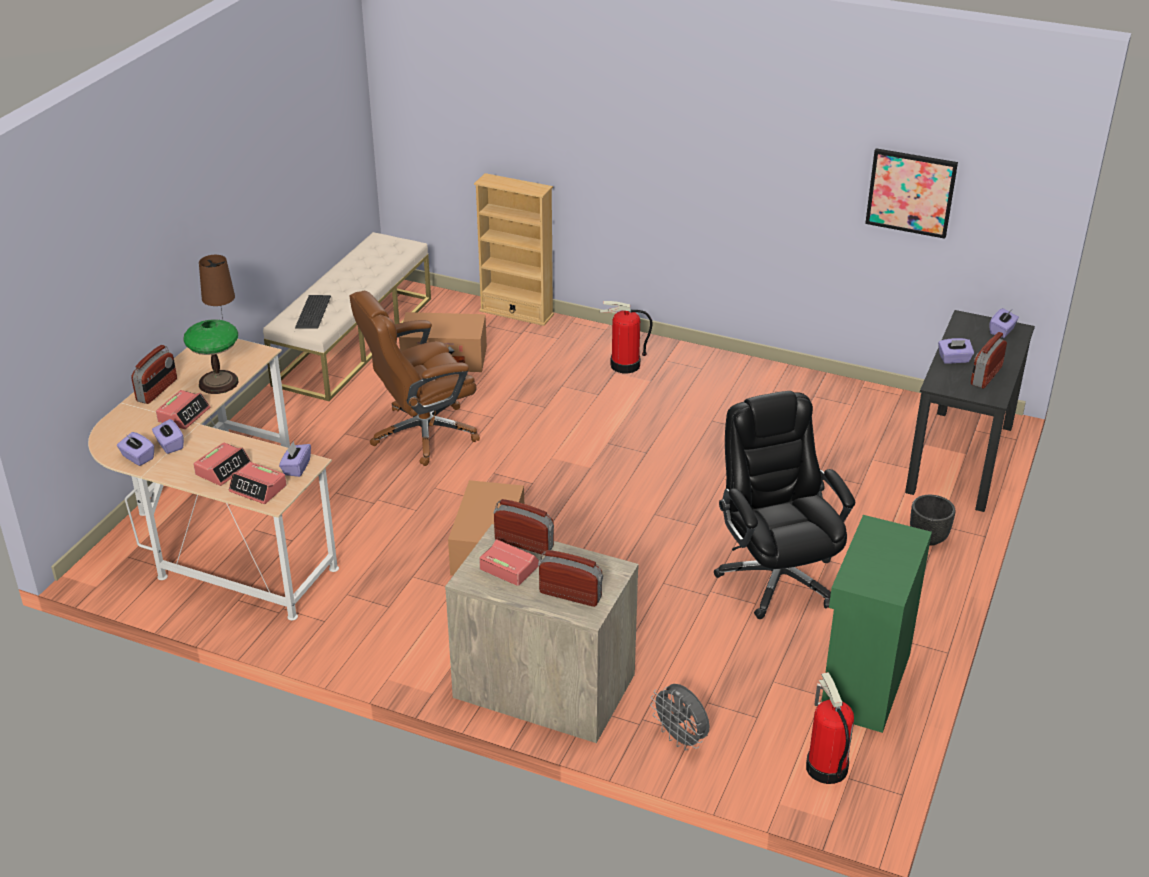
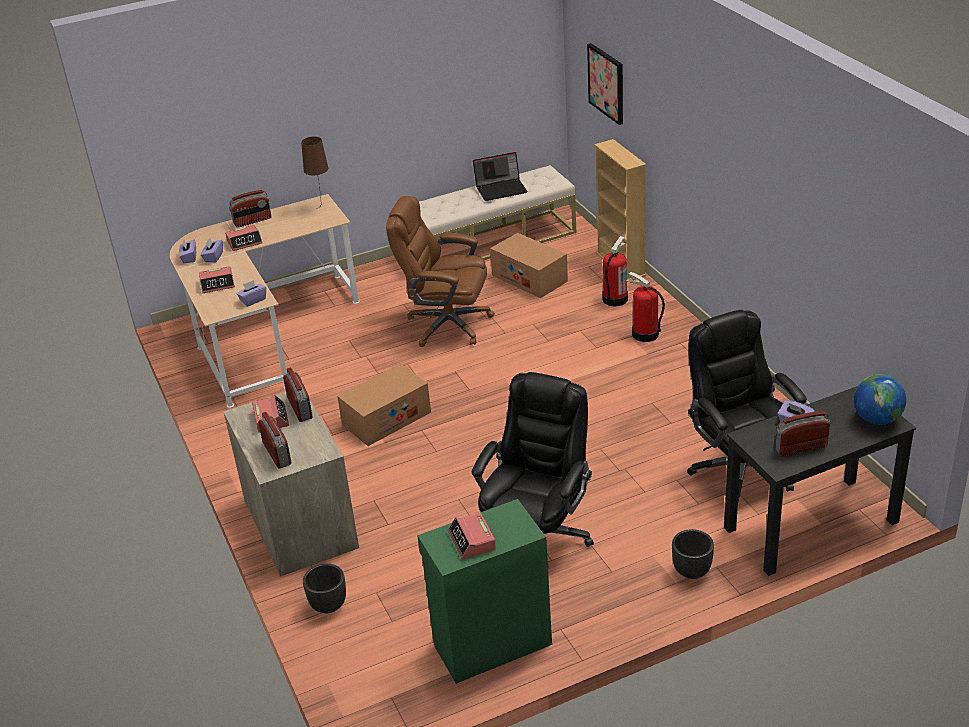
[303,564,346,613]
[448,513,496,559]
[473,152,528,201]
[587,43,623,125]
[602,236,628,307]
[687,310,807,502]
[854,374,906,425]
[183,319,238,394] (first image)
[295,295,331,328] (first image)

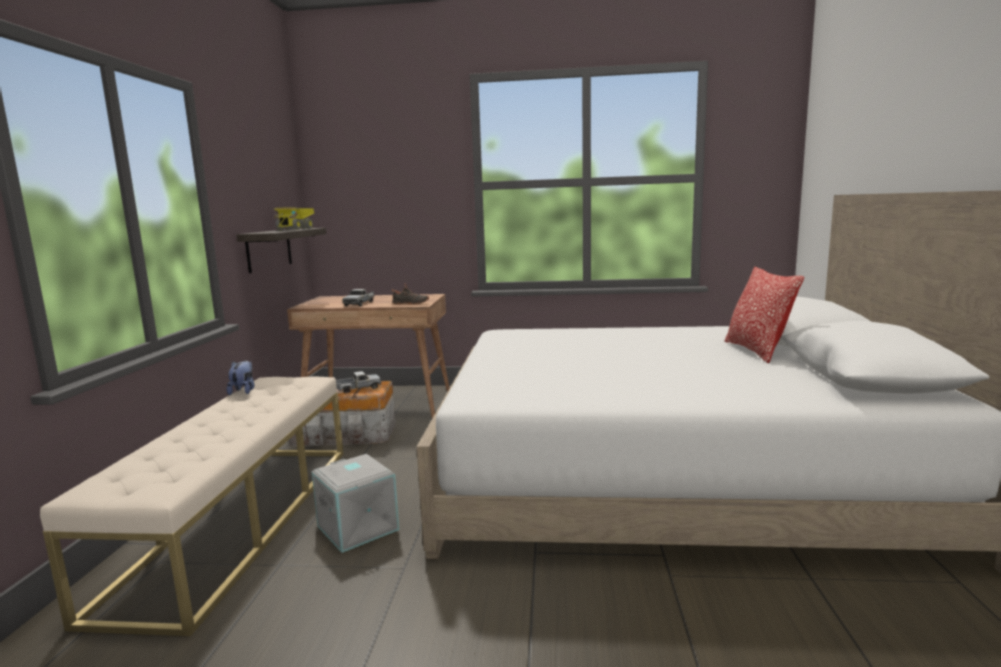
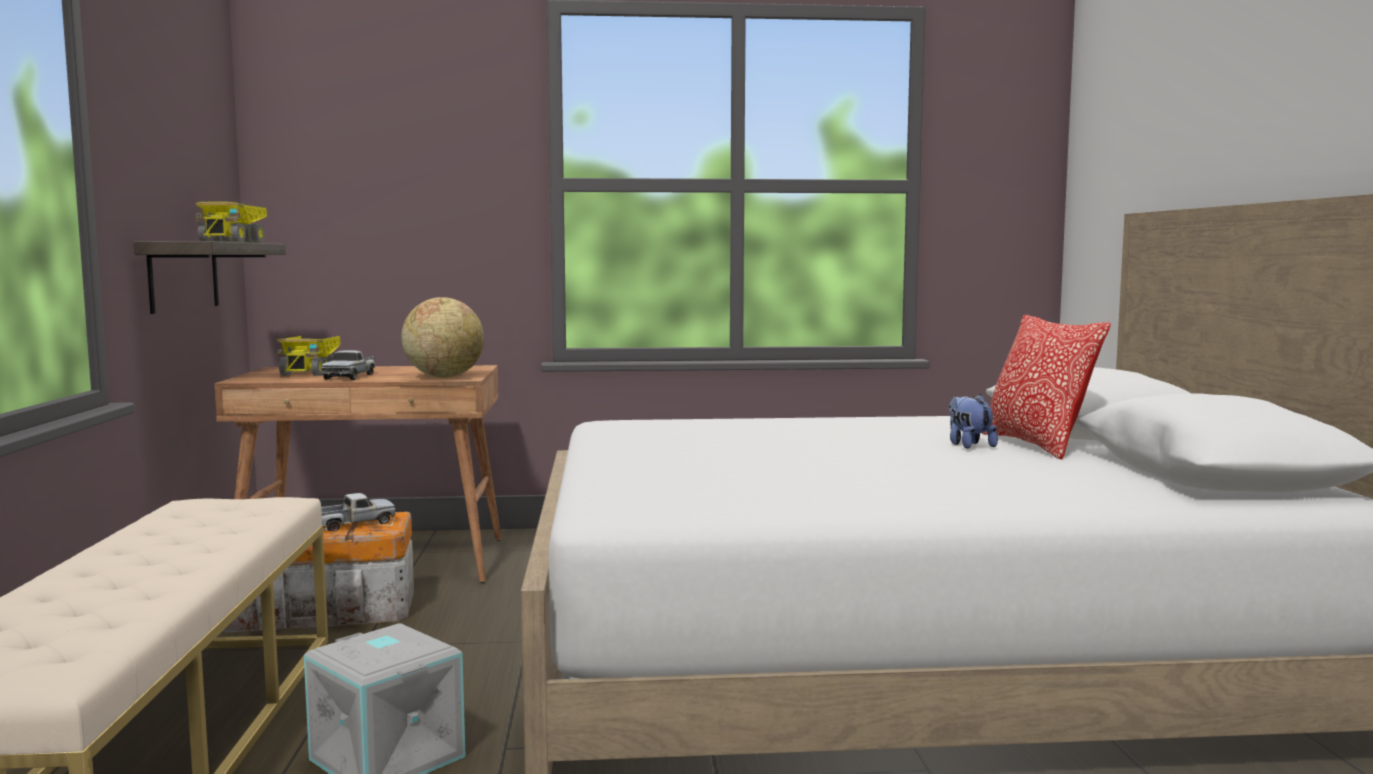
[276,336,341,376]
[401,297,484,378]
[949,394,998,449]

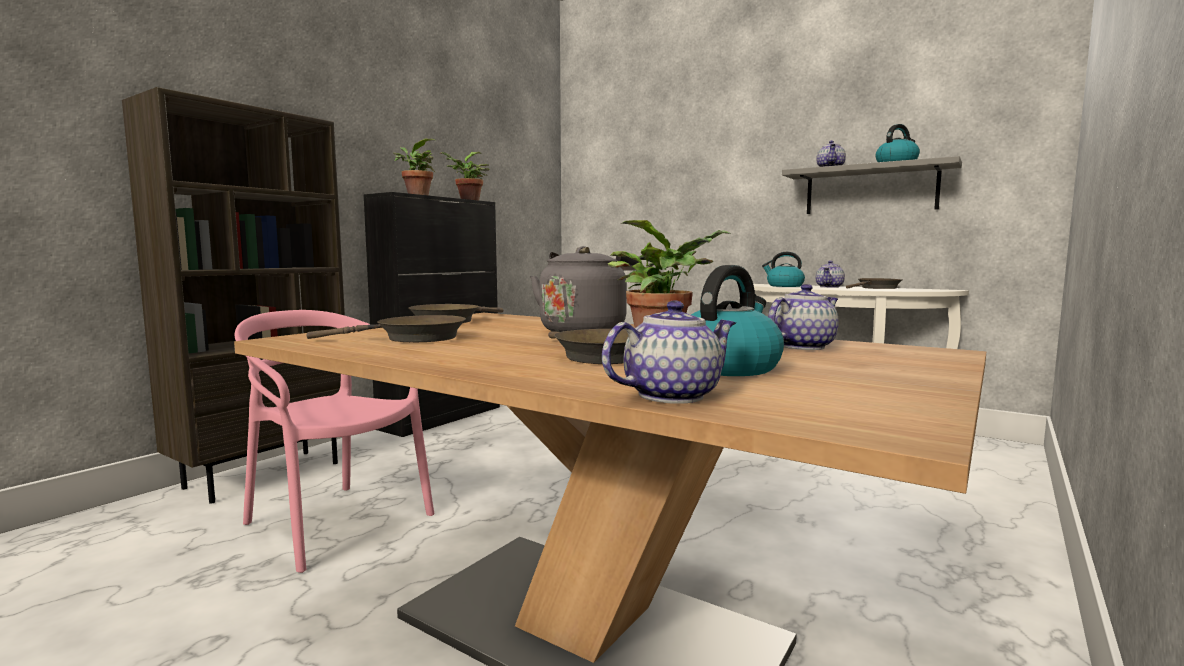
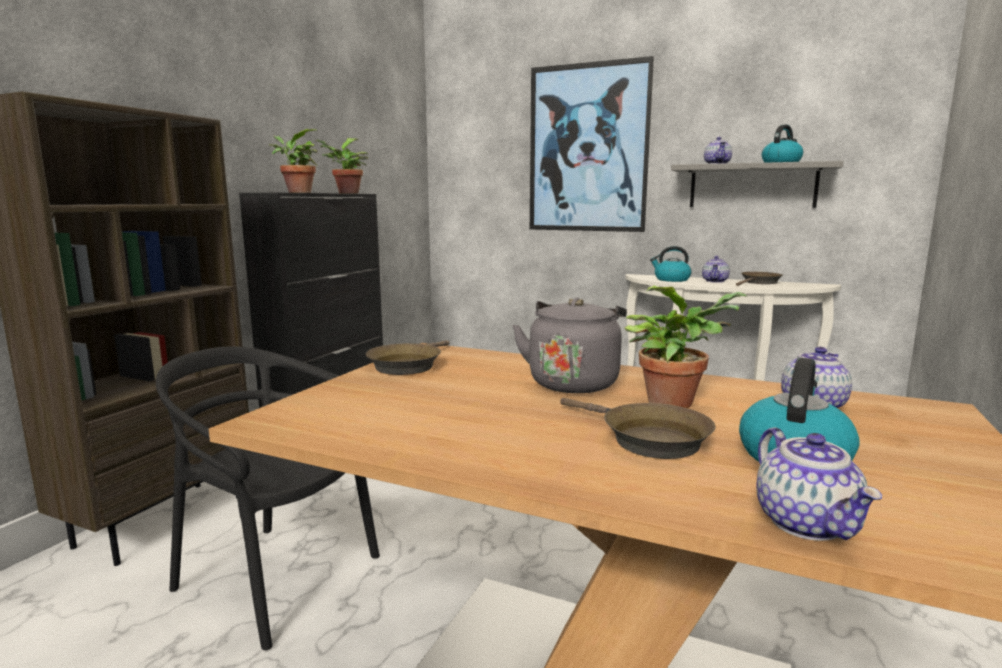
[156,346,380,650]
[530,56,654,232]
[756,427,882,541]
[307,315,466,342] (first image)

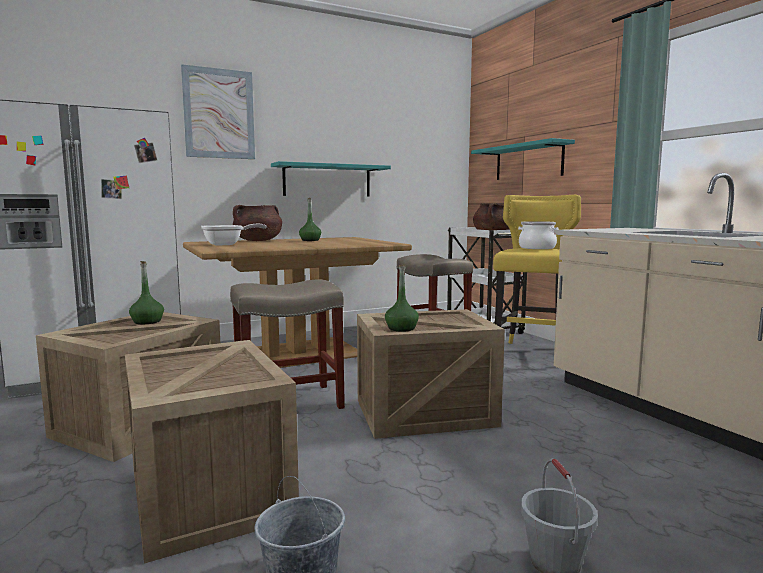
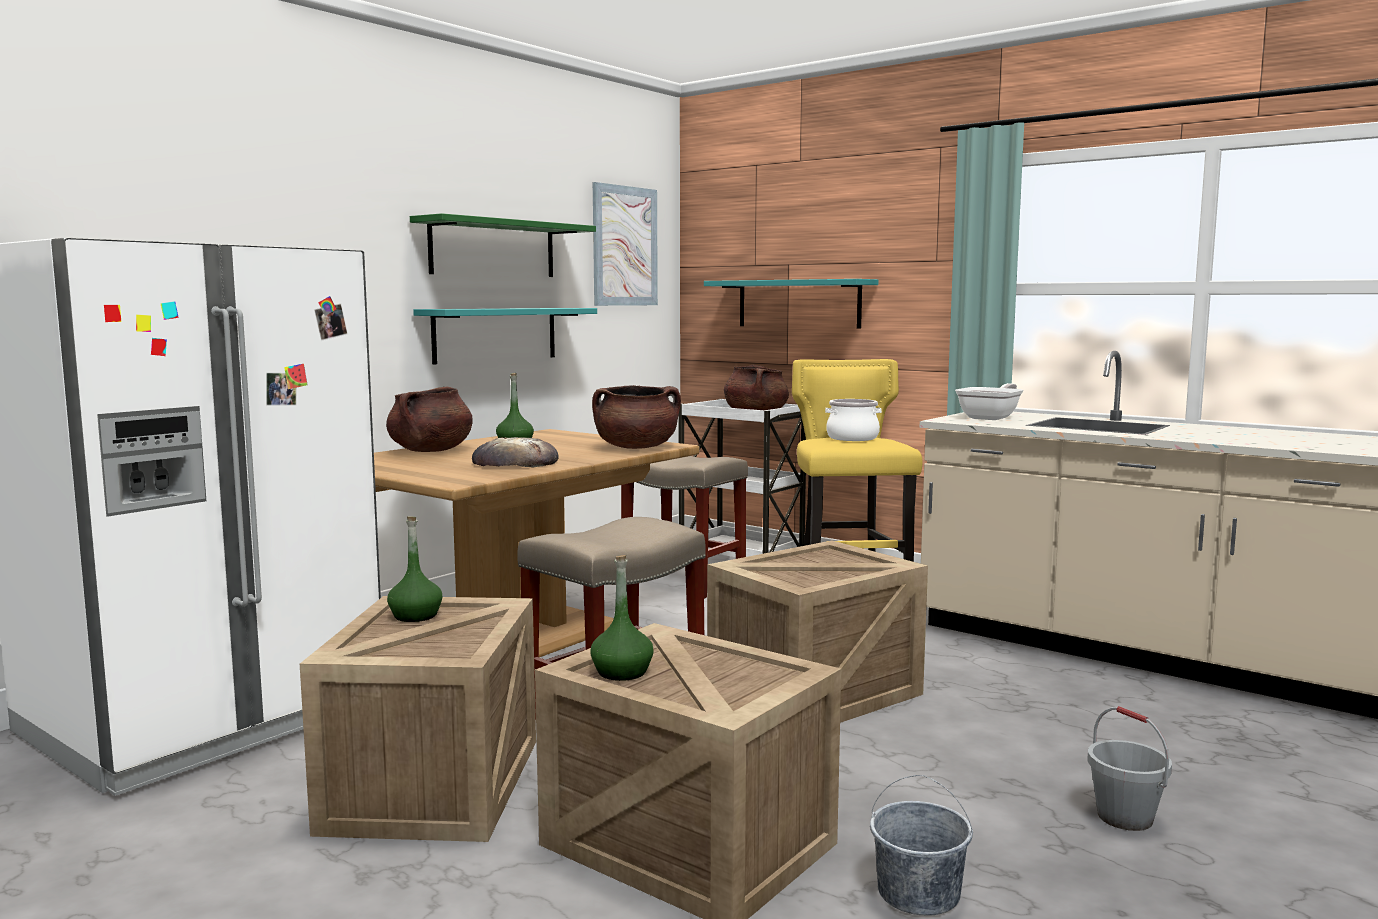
[410,213,596,277]
[472,437,559,468]
[590,555,653,681]
[592,385,681,449]
[593,182,658,306]
[955,383,1023,420]

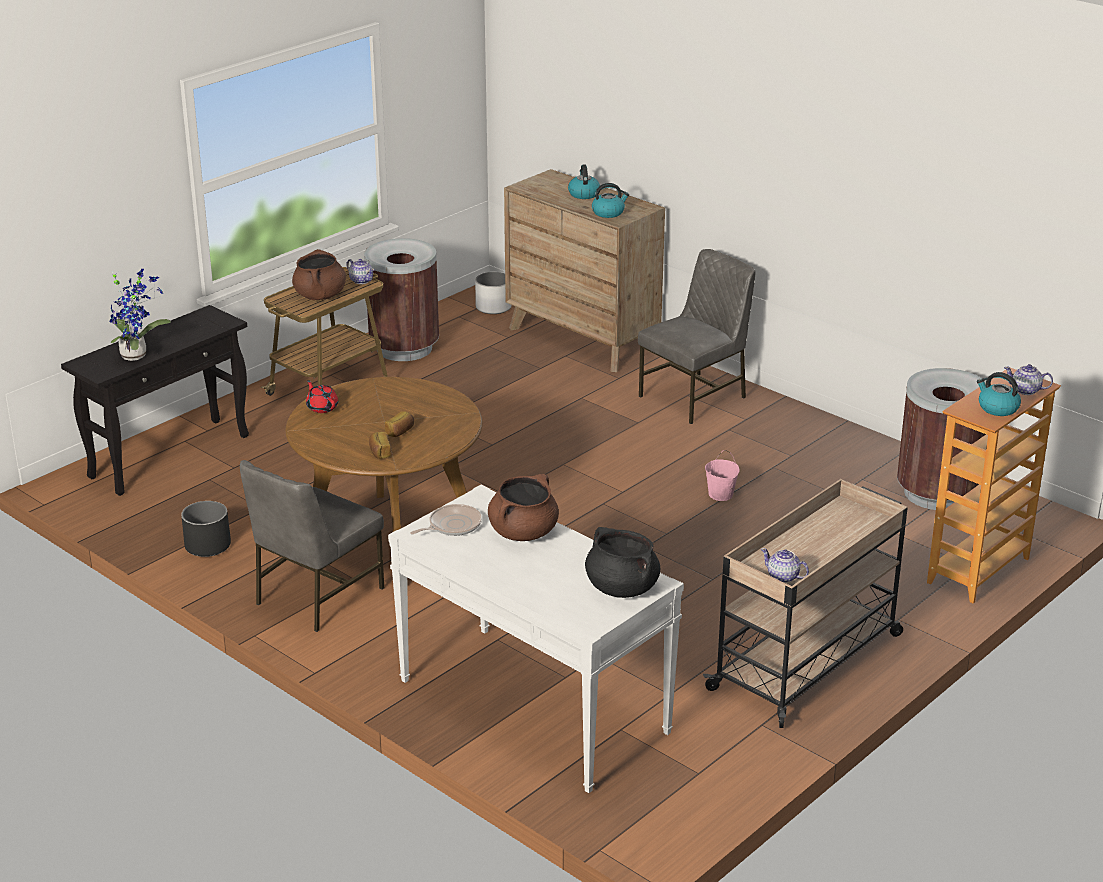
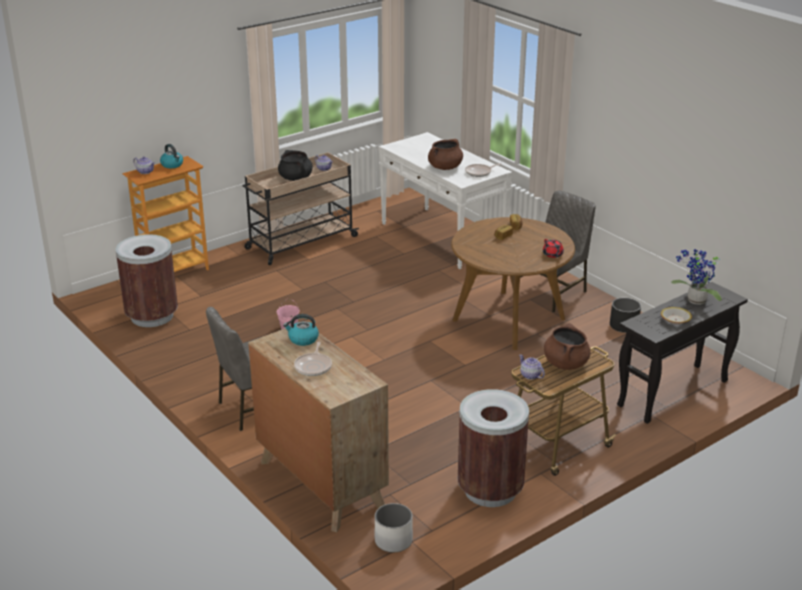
[278,150,313,181]
[294,342,332,376]
[661,307,692,325]

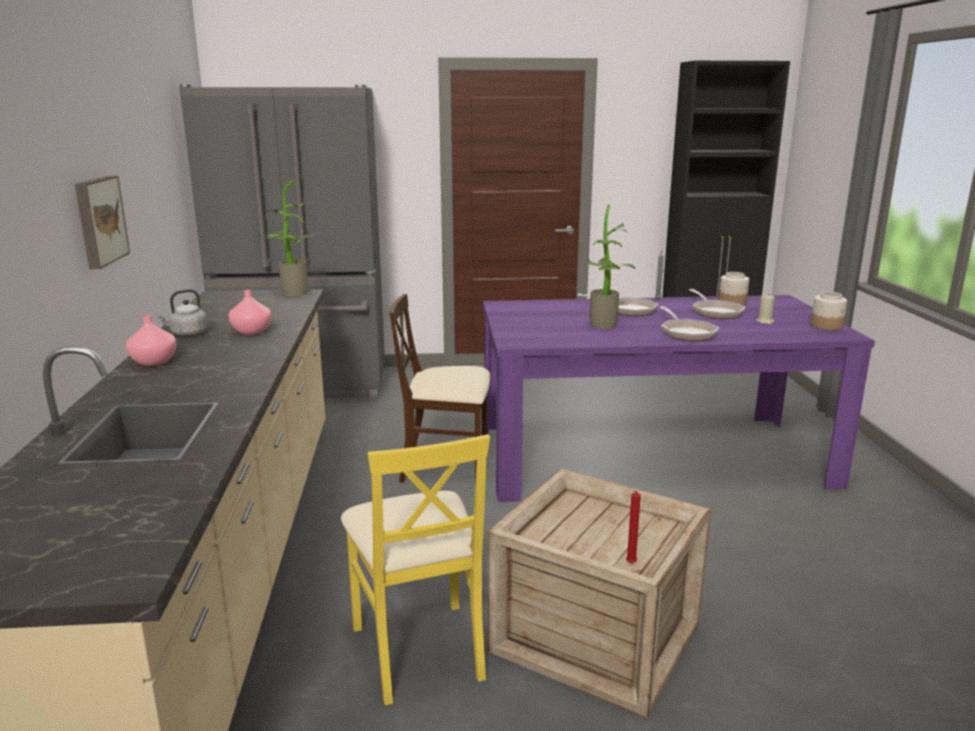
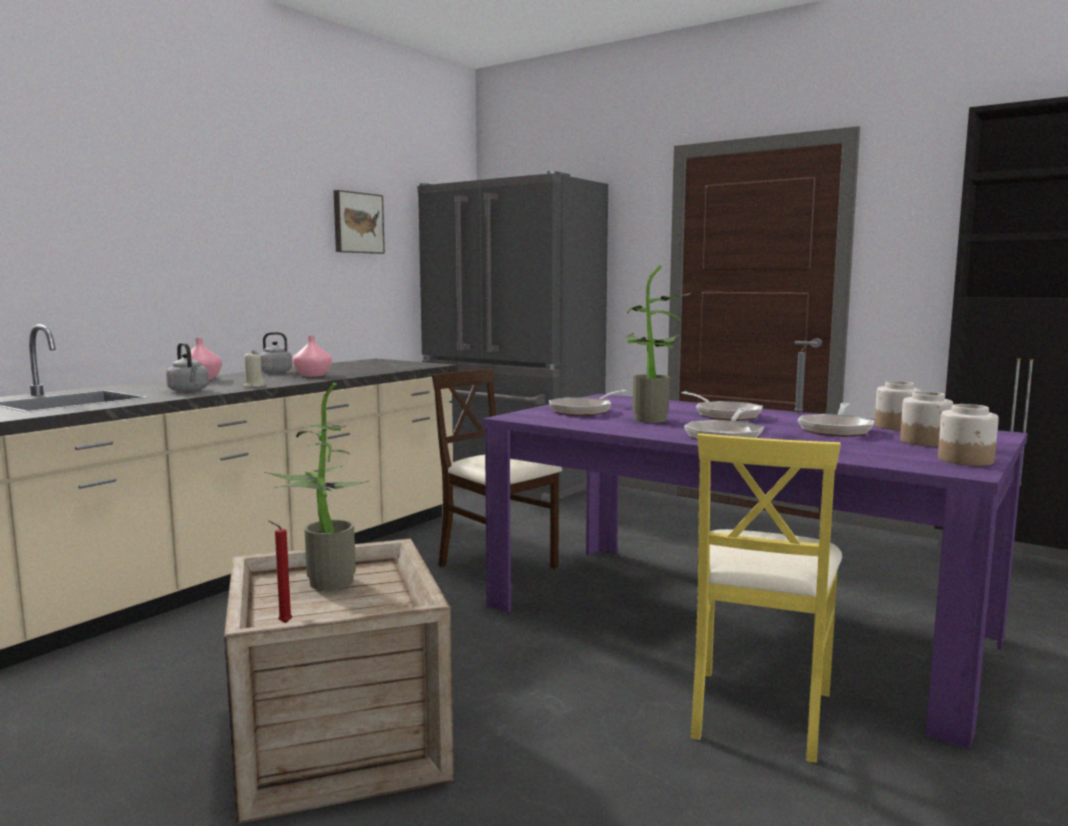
[166,343,209,392]
[243,352,265,388]
[264,382,369,591]
[334,190,385,254]
[549,390,627,416]
[691,433,842,763]
[900,391,953,447]

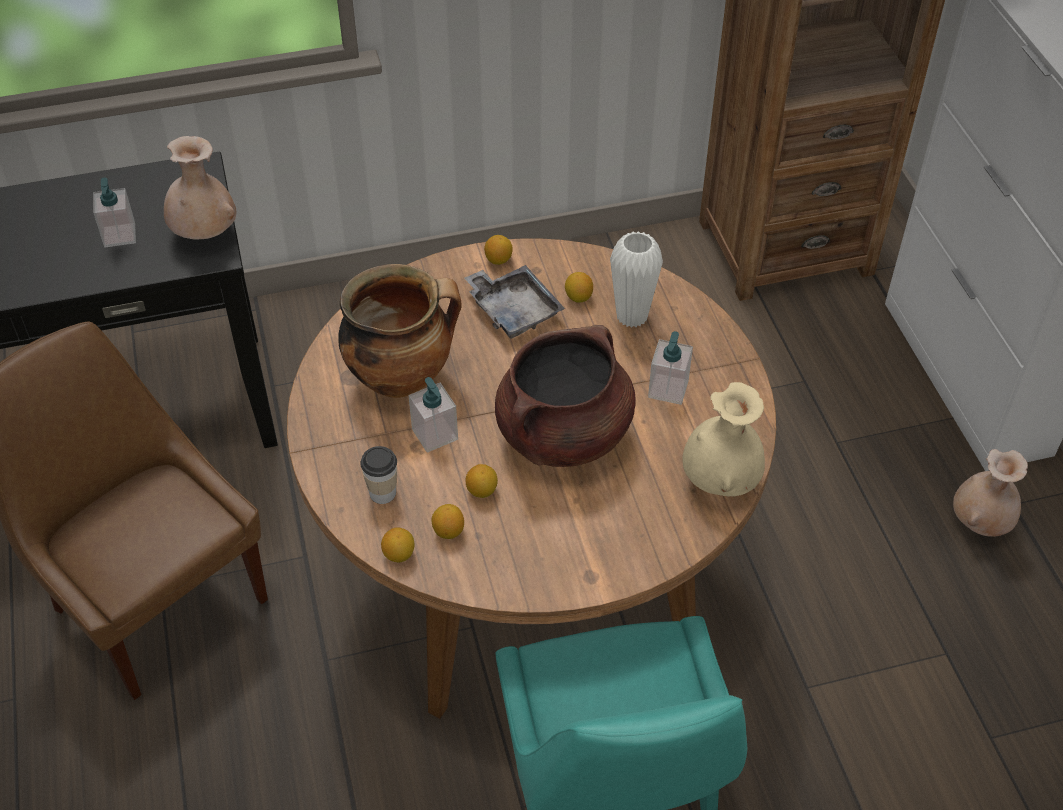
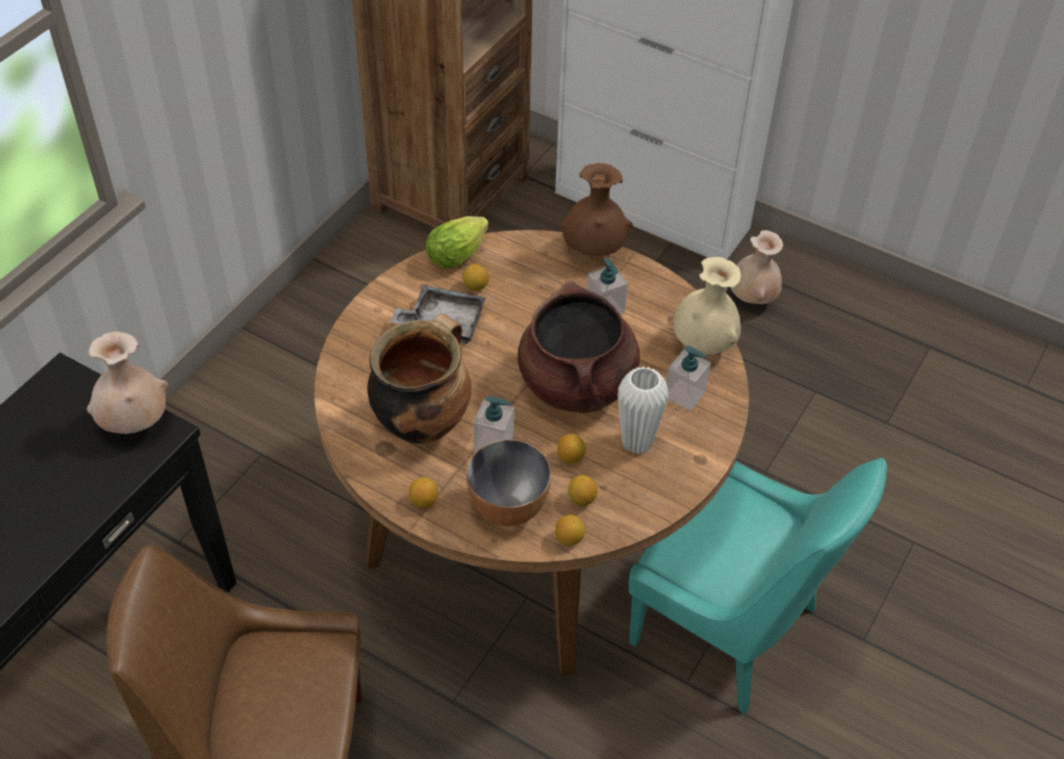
[409,477,438,508]
[426,216,489,268]
[466,439,551,526]
[560,163,633,256]
[618,366,669,454]
[666,345,711,411]

